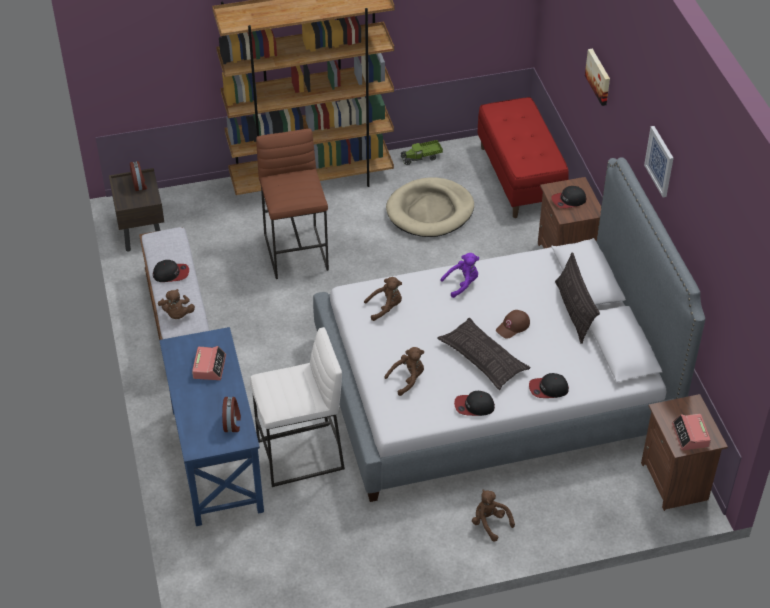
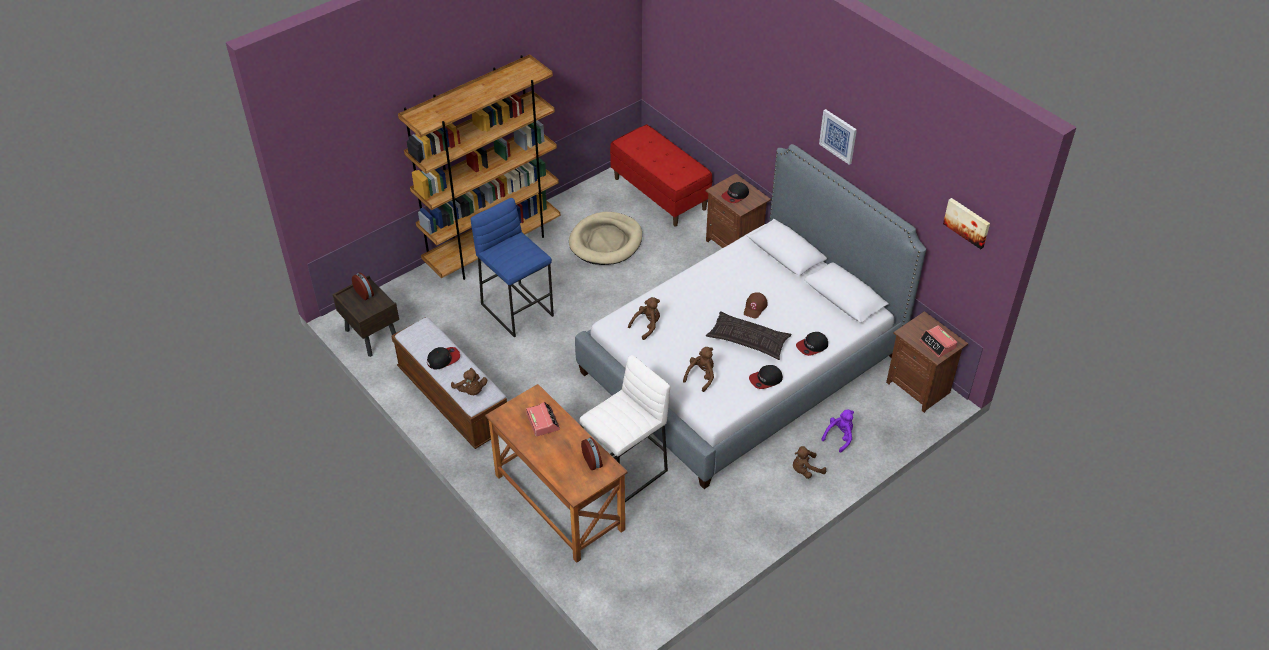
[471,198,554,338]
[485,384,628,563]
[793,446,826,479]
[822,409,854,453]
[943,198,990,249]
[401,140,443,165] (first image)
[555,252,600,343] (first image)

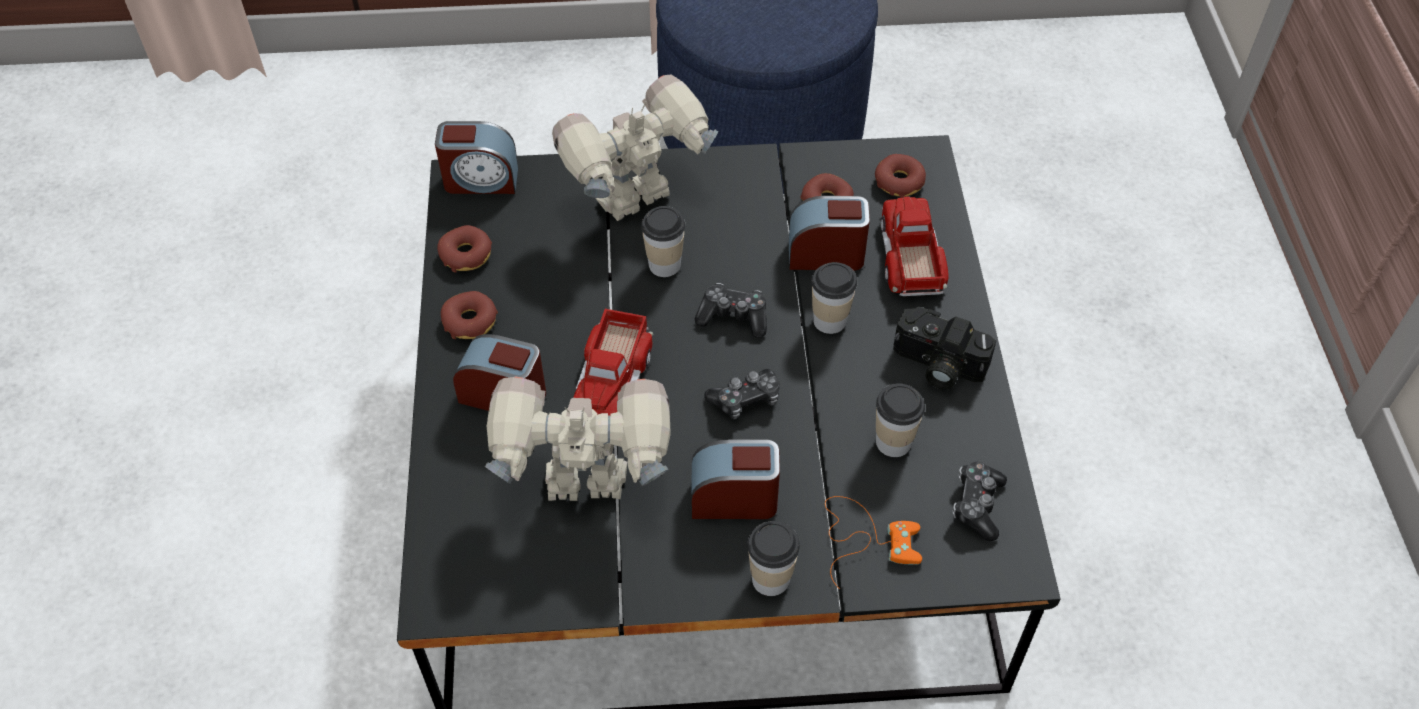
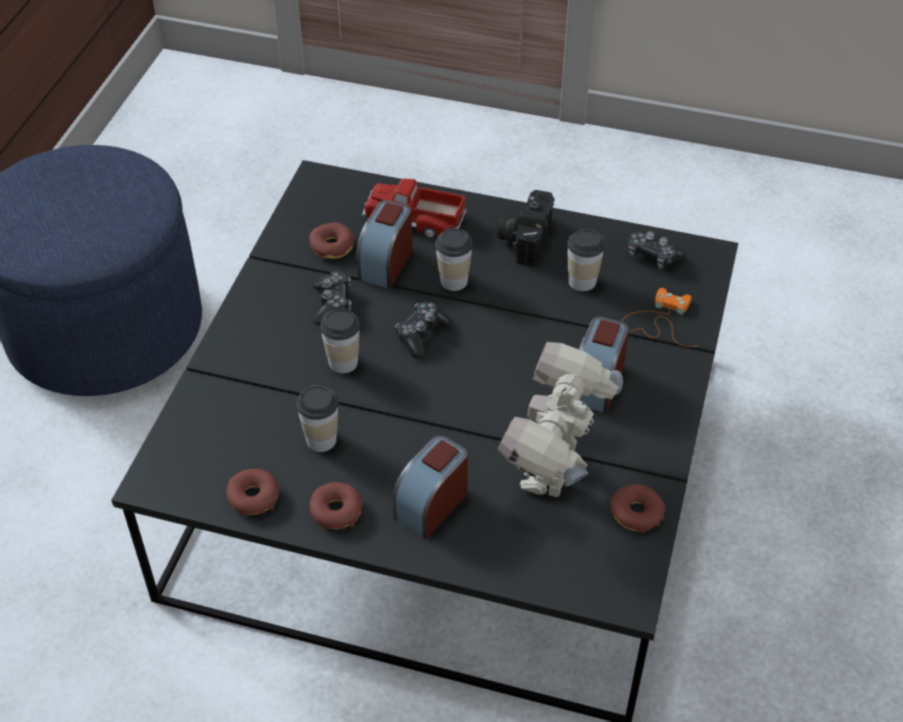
[296,385,338,452]
[314,271,351,325]
[497,190,554,266]
[611,484,665,533]
[435,121,518,194] (first image)
[552,75,718,221] (first image)
[573,309,654,416] (first image)

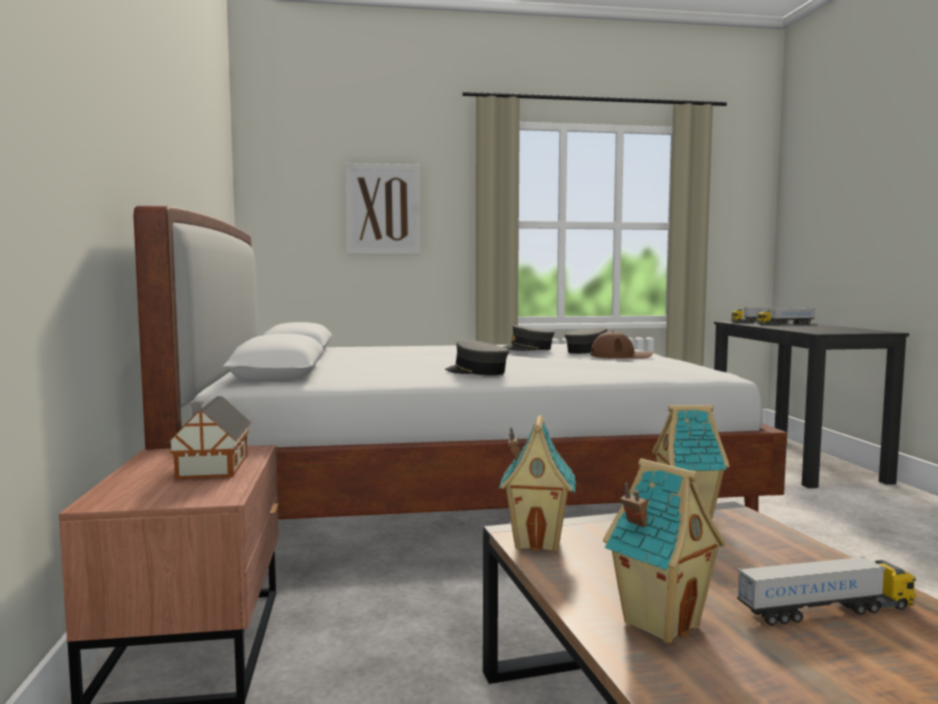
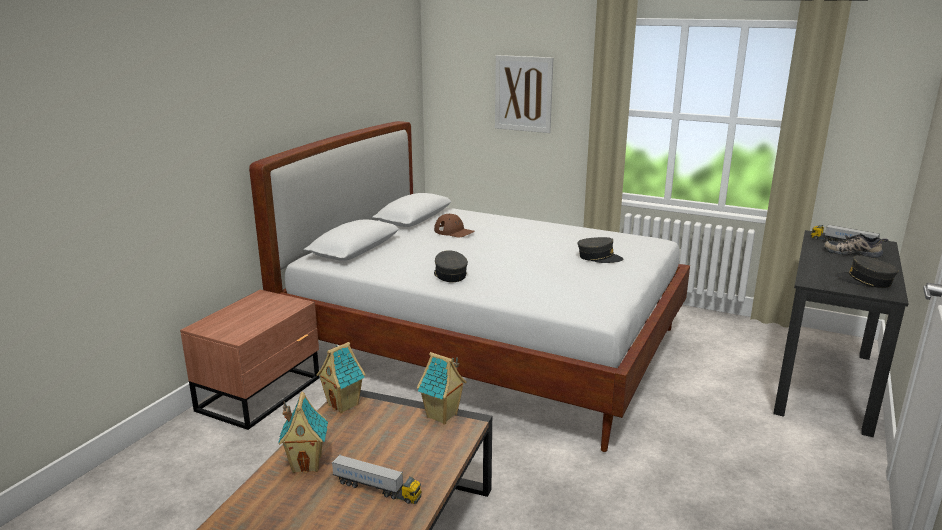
[434,214,475,237]
[824,234,888,258]
[835,255,899,288]
[167,396,251,479] (first image)

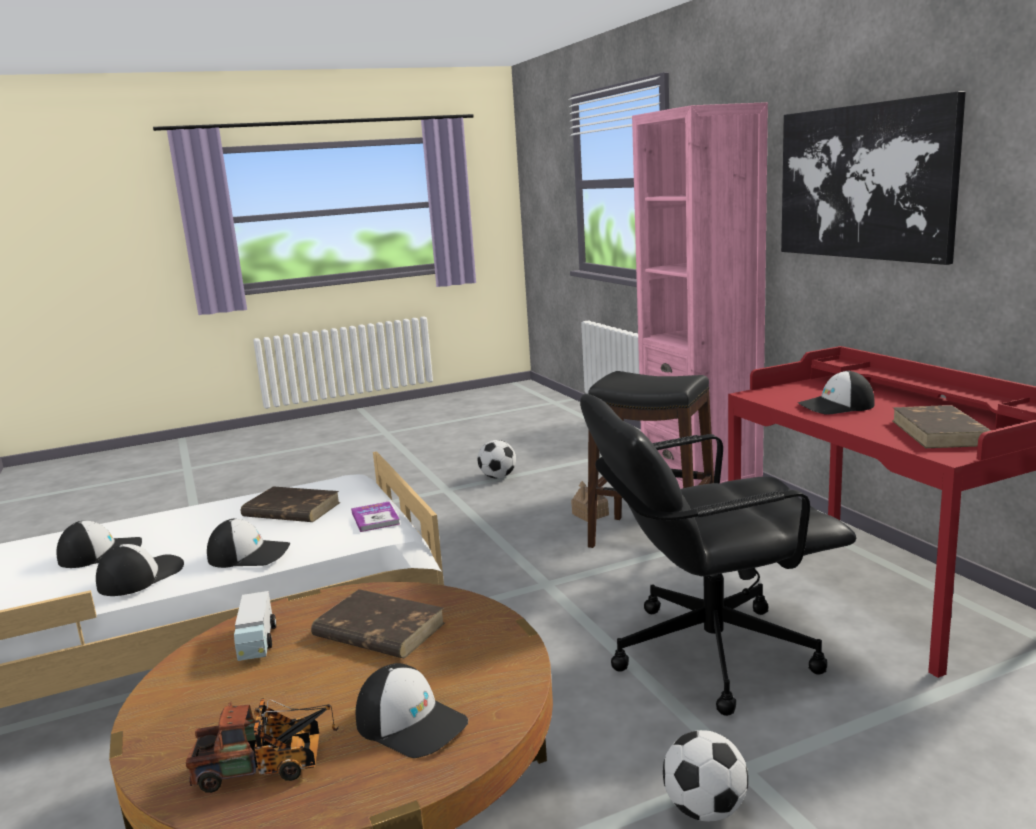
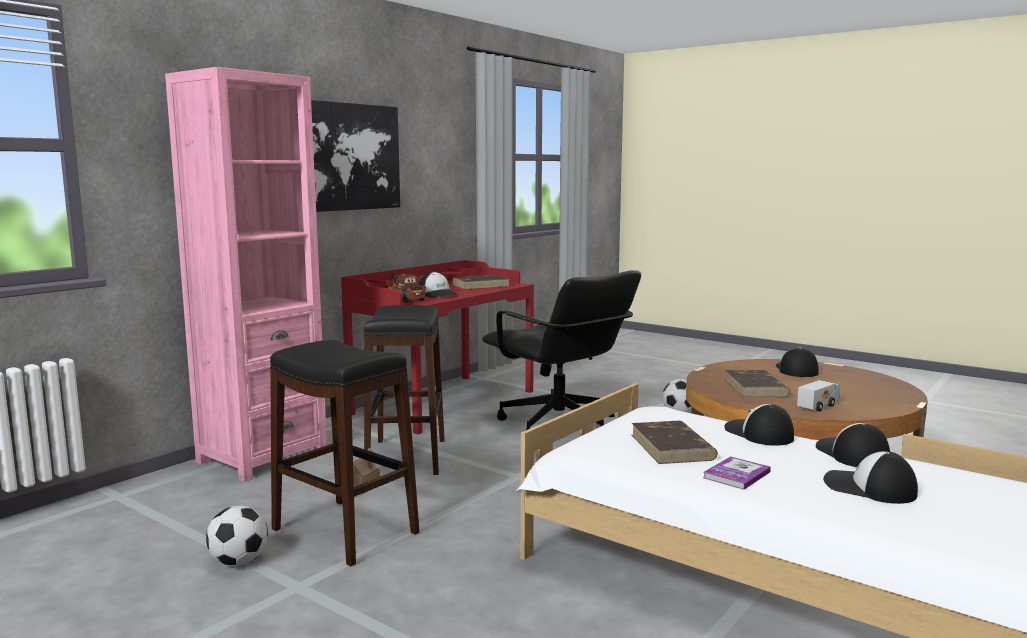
[270,340,420,566]
[386,273,426,303]
[704,456,771,490]
[816,423,890,467]

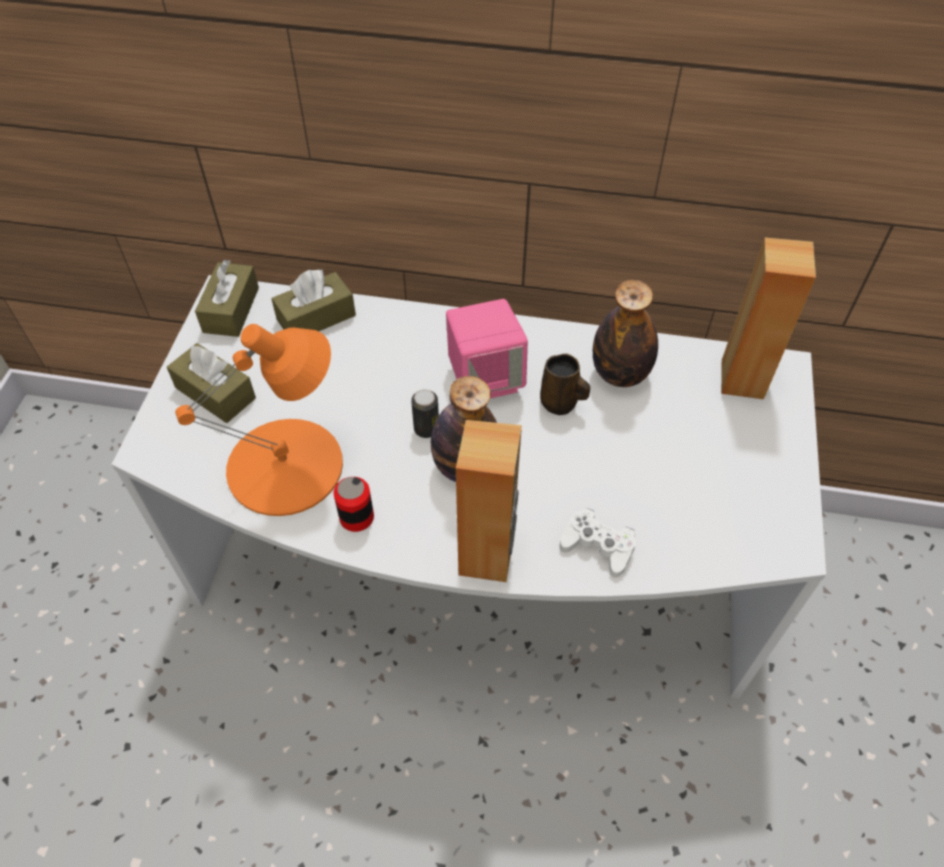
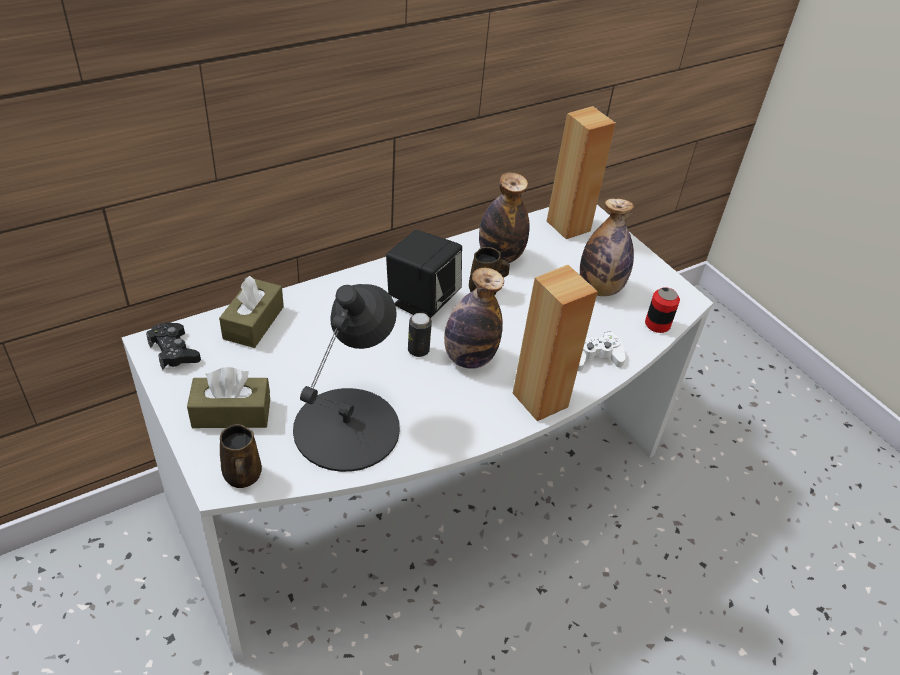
[146,322,201,370]
[220,424,262,488]
[293,284,400,472]
[386,230,462,318]
[580,199,634,296]
[645,287,680,333]

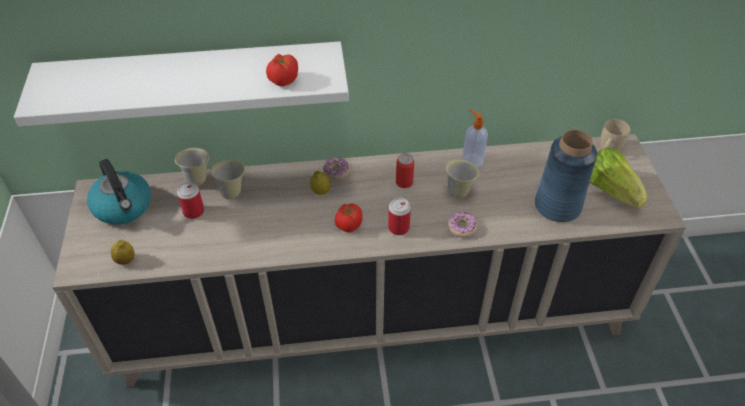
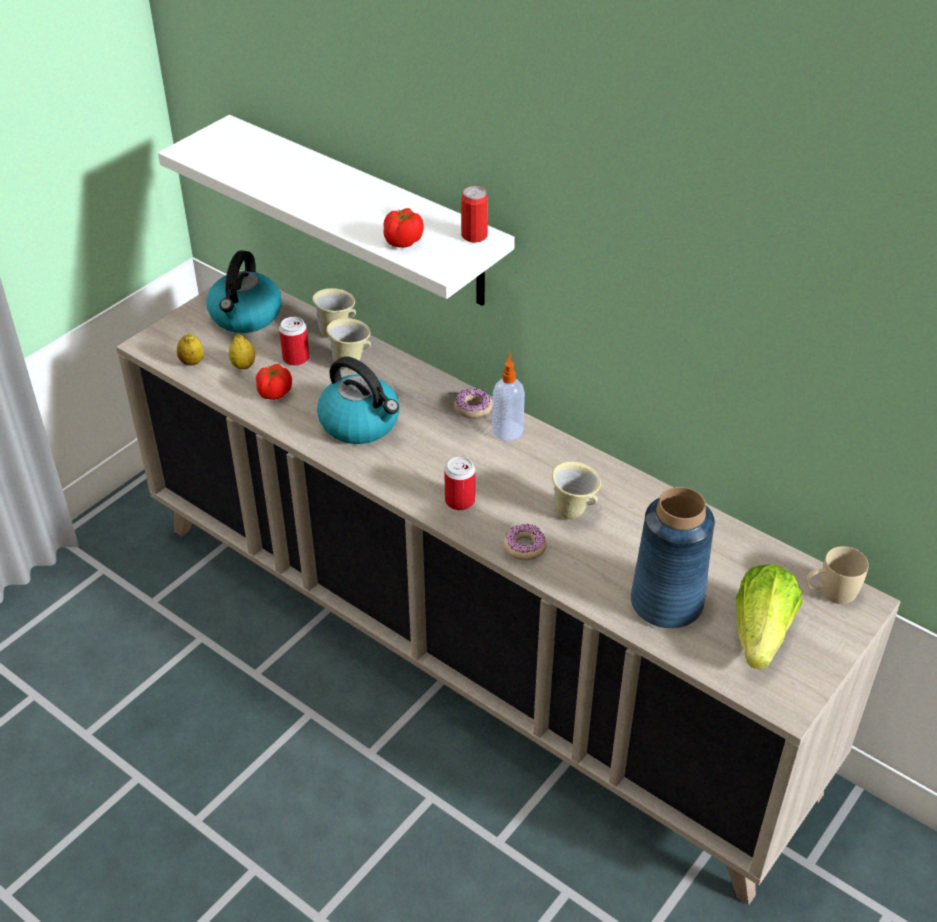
[229,335,255,369]
[256,364,292,400]
[317,356,400,444]
[461,186,488,243]
[492,353,525,441]

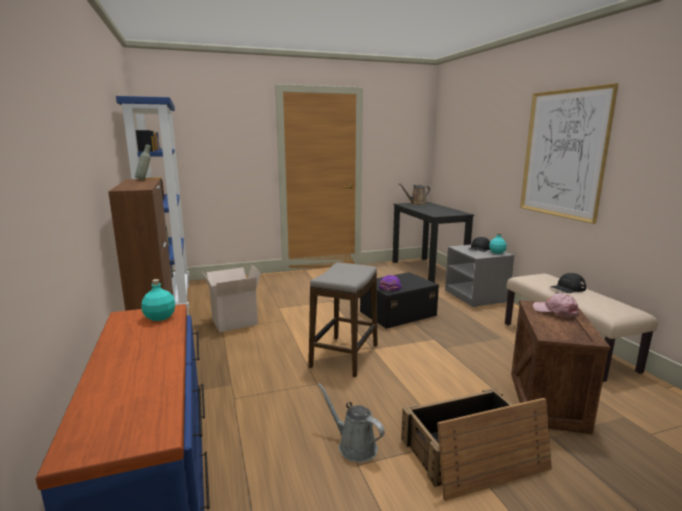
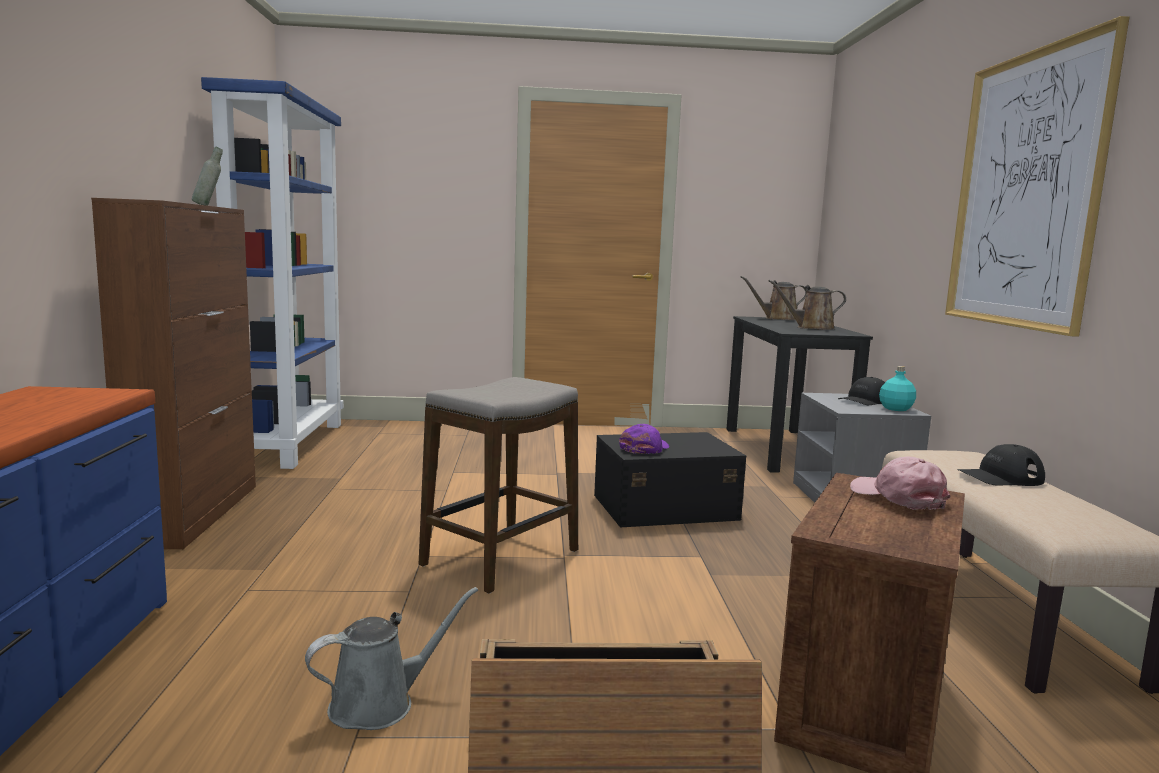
[305,587,478,730]
[769,280,846,330]
[142,279,175,321] (first image)
[202,265,261,332] (first image)

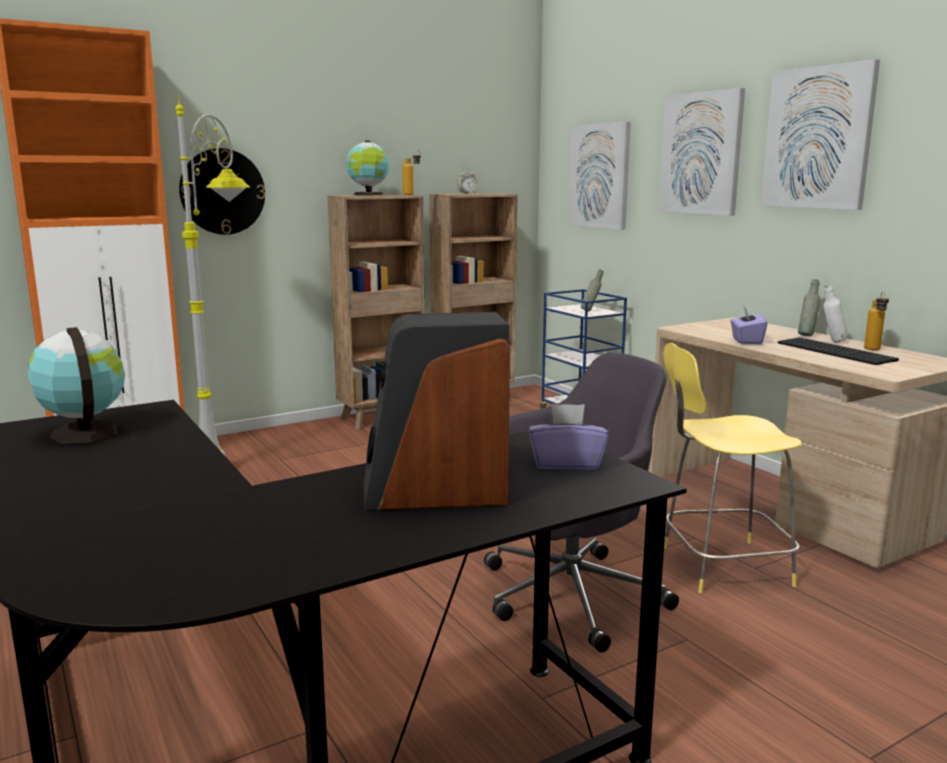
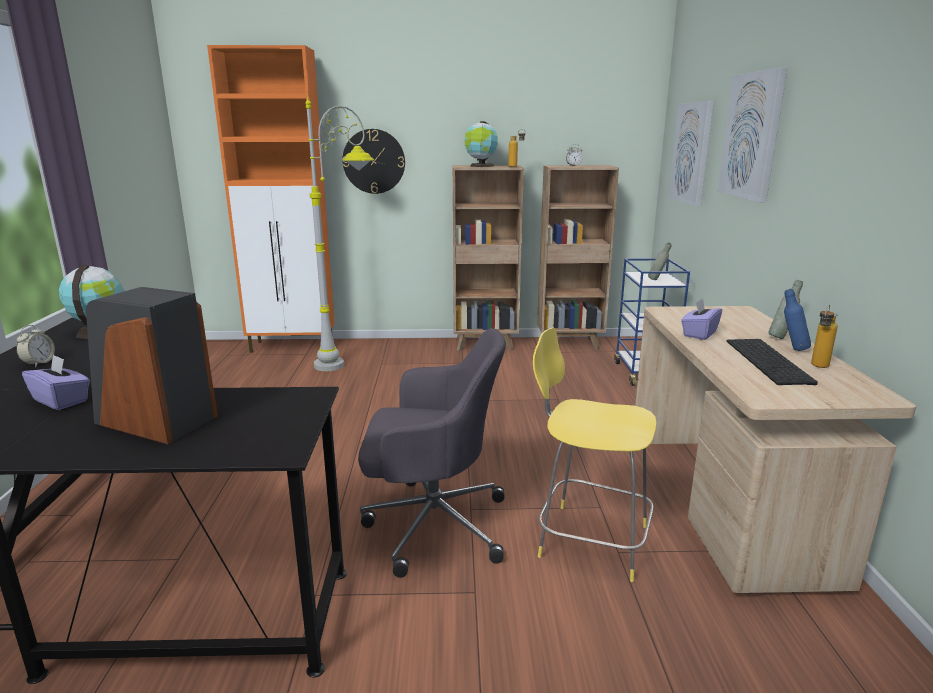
[16,325,55,367]
[22,354,90,410]
[784,289,811,351]
[761,59,880,210] (first image)

